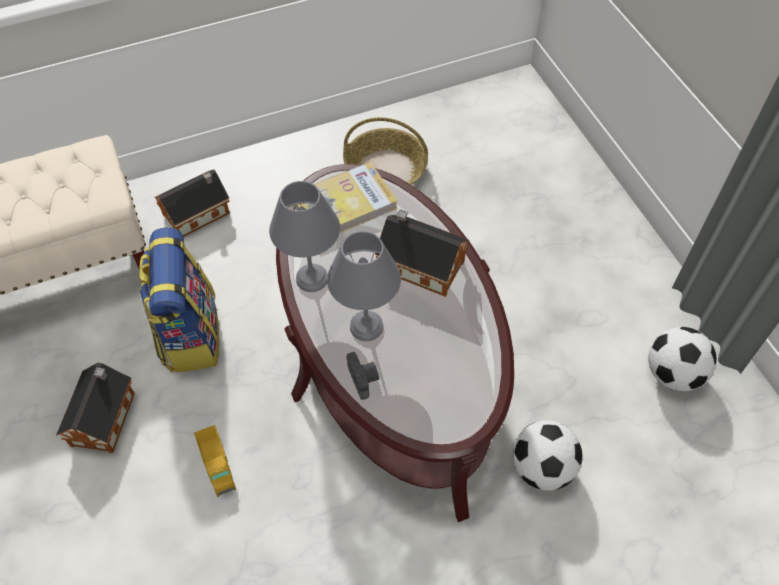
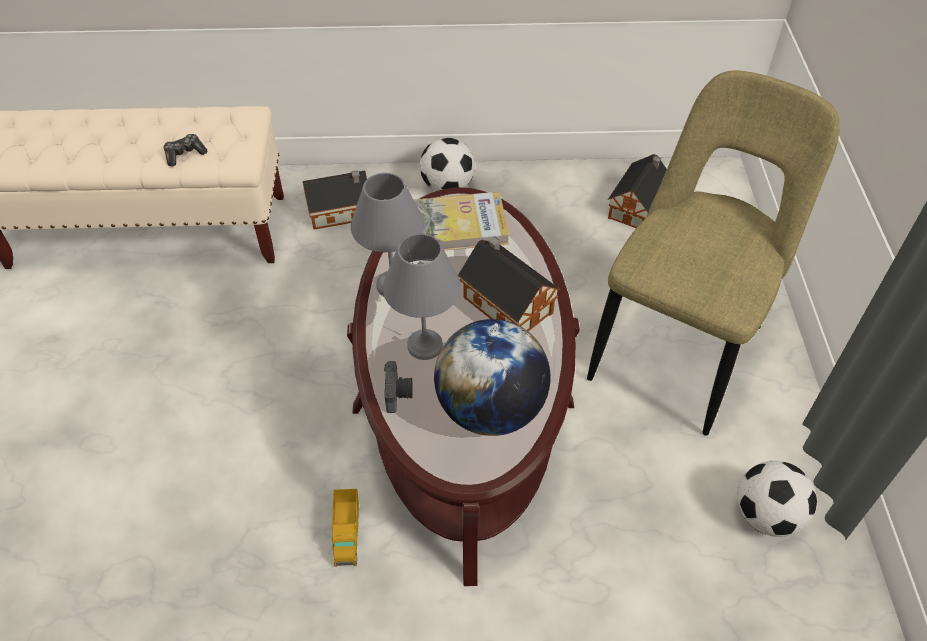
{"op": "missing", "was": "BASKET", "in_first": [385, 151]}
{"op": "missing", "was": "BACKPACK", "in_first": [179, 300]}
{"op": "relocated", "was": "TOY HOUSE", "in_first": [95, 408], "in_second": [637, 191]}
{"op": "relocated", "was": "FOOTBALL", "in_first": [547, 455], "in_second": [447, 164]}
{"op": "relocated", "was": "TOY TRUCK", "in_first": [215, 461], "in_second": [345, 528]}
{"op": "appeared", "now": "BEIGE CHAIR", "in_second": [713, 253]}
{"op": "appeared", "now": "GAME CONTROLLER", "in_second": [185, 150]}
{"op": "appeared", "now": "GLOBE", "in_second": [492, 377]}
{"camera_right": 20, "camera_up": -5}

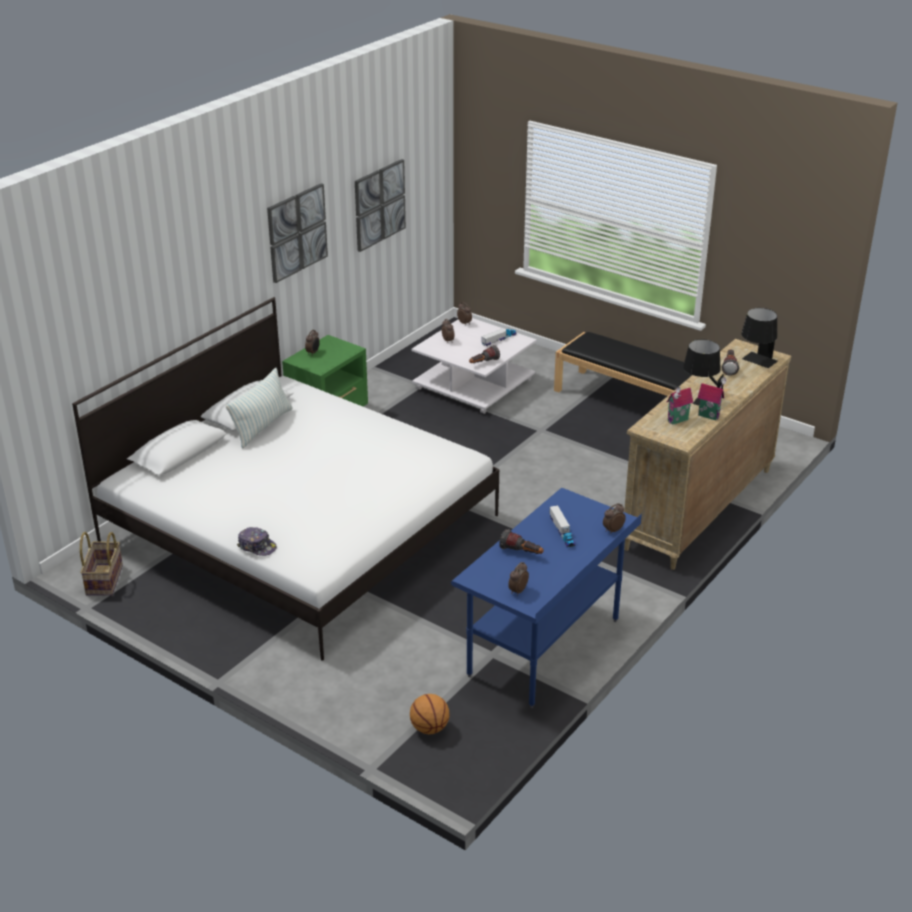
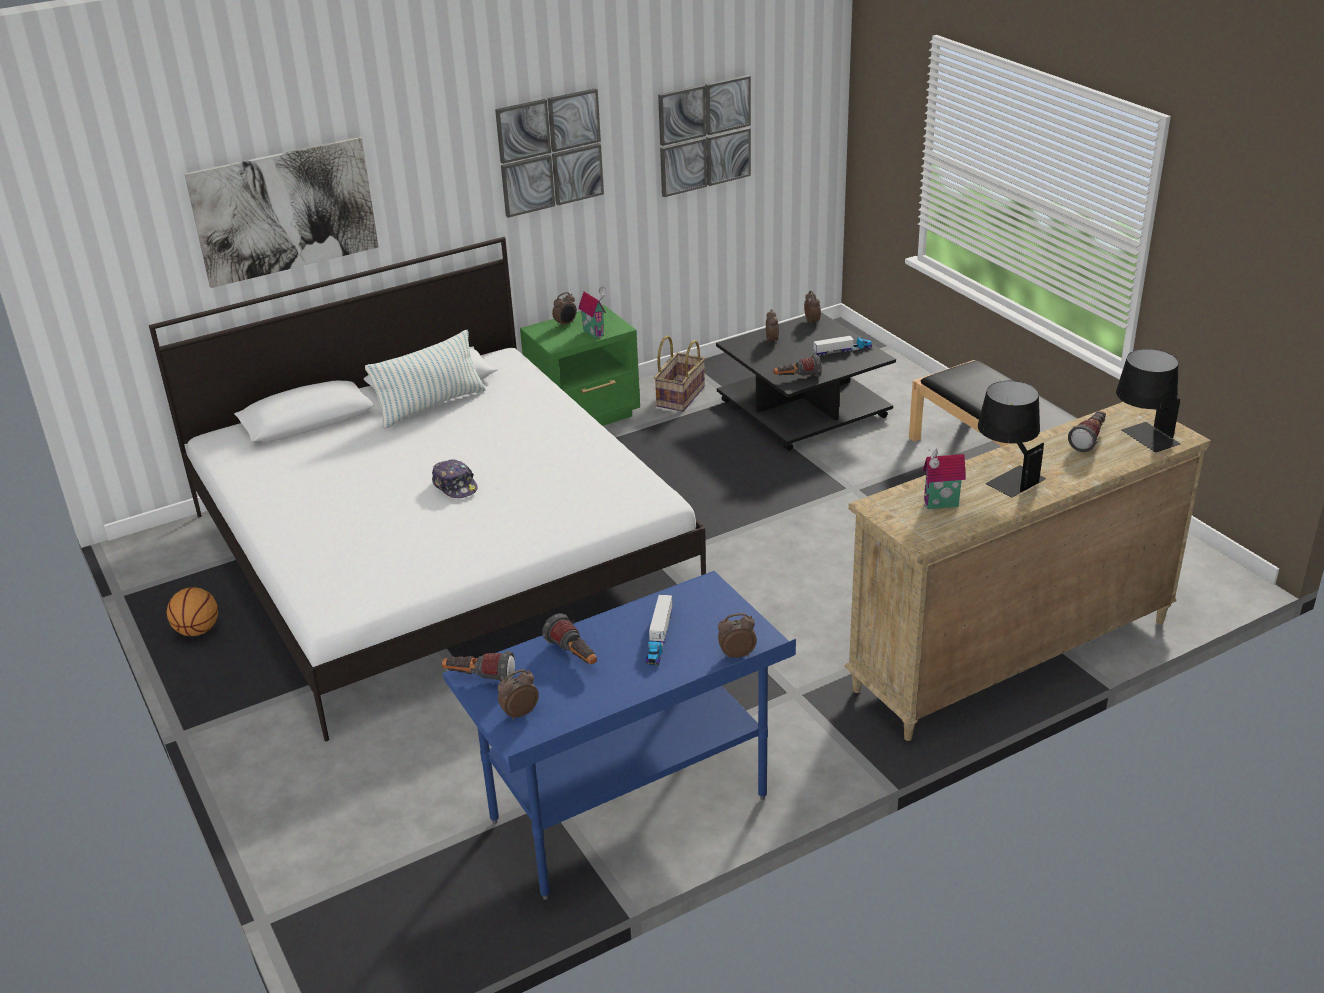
{"op": "colour", "was": "WHITE COFFEE TABLE", "now": "BLACK COFFEE TABLE", "in_first": [474, 366], "in_second": [806, 381]}
{"op": "relocated", "was": "TOY HOUSE", "in_first": [712, 398], "in_second": [592, 312]}
{"op": "relocated", "was": "CAP", "in_first": [257, 541], "in_second": [455, 479]}
{"op": "relocated", "was": "BASKET", "in_first": [101, 564], "in_second": [679, 373]}
{"op": "relocated", "was": "BASKETBALL", "in_first": [430, 714], "in_second": [192, 611]}
{"op": "appeared", "now": "PICTURE", "in_second": [281, 212]}
{"op": "appeared", "now": "FLASHLIGHT", "in_second": [478, 666]}
{"camera_right": 25, "camera_up": 0}

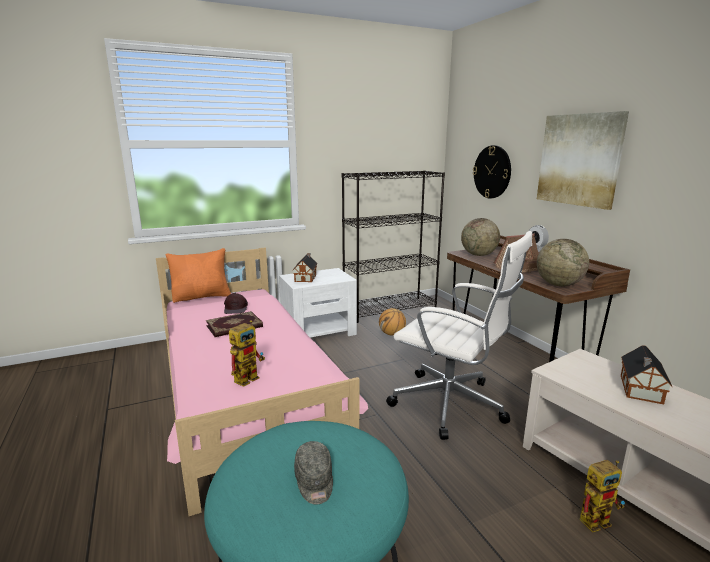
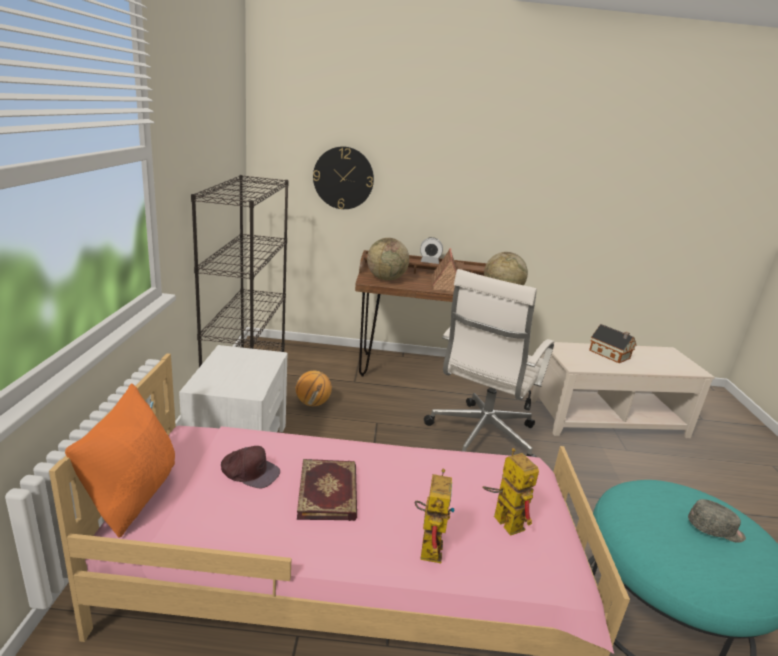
{"op": "missing", "was": "PICTURE", "in_first": [583, 160]}
{"op": "spun", "was": "WHITE OFFICE CHAIR", "in_first": [459, 335], "in_second": [489, 363], "clockwise": 150}
{"op": "missing", "was": "TOY HOUSE", "in_first": [305, 267]}
{"op": "relocated", "was": "TOY ROBOT", "in_first": [602, 496], "in_second": [434, 516]}
{"camera_right": -65, "camera_up": 5}

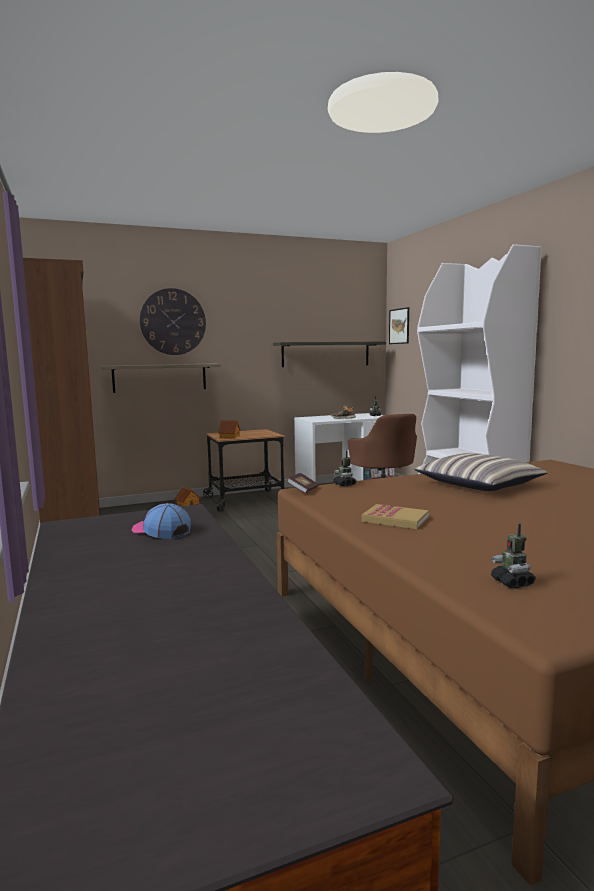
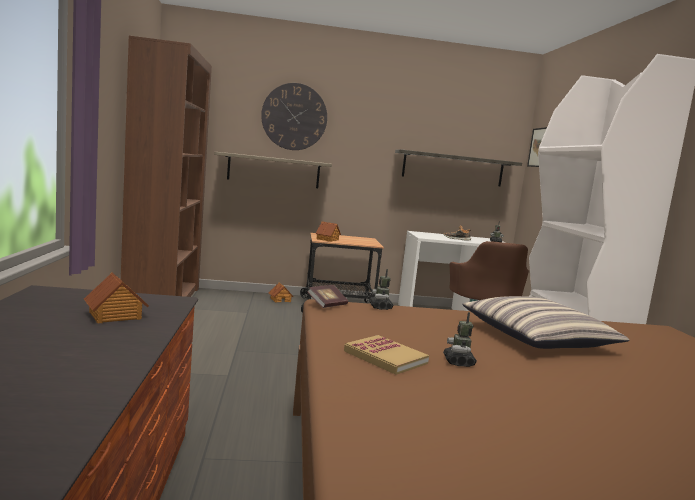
{"op": "exchanged", "was": "CAP", "now": "TOY HOUSE", "in_first": [161, 521], "in_second": [116, 298]}
{"op": "relocated", "was": "TOY ROBOT", "in_first": [513, 555], "in_second": [460, 339]}
{"camera_right": 15, "camera_up": 0}

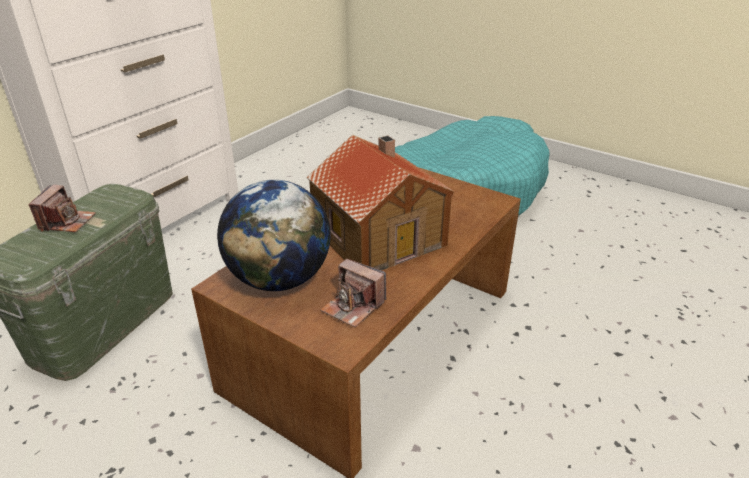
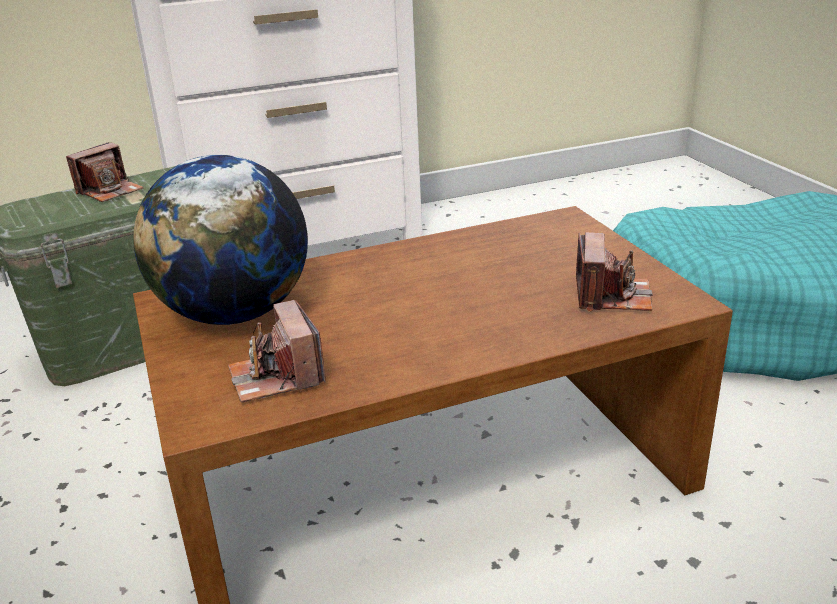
{"op": "missing", "was": "TOY HOUSE", "in_first": [380, 202]}
{"op": "appeared", "now": "PHOTO CAMERA", "in_second": [614, 271]}
{"camera_right": 35, "camera_up": -5}

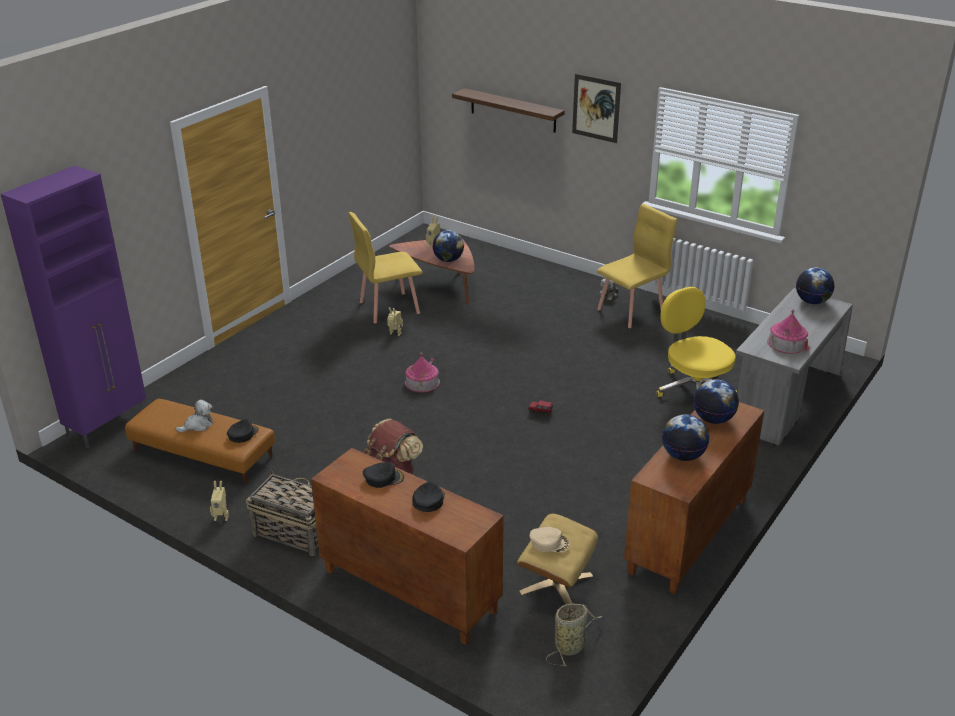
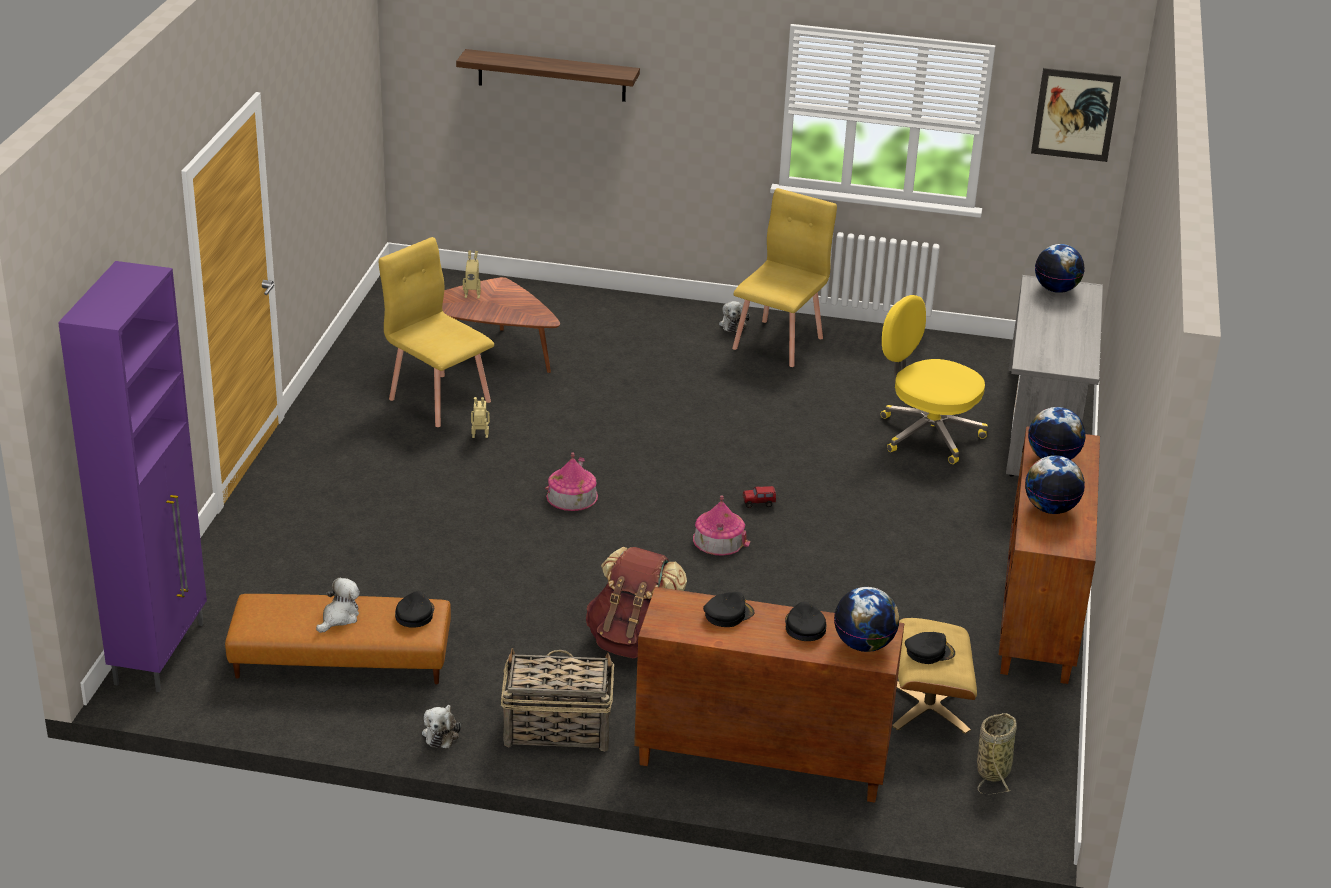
{"op": "relocated", "was": "PICTURE", "in_first": [596, 108], "in_second": [1076, 115]}
{"op": "spun", "was": "YELLOW CHAIR", "in_first": [385, 267], "in_second": [436, 332], "clockwise": 90}
{"op": "relocated", "was": "GLOBE", "in_first": [448, 246], "in_second": [866, 619]}
{"op": "relocated", "was": "TOY HOUSE", "in_first": [788, 331], "in_second": [721, 525]}
{"op": "exchanged", "was": "TOY ROBOT", "now": "PLUSH TOY", "in_first": [219, 501], "in_second": [441, 726]}
{"op": "colour", "was": "BEIGE CAP", "now": "BLACK CAP", "in_first": [550, 539], "in_second": [930, 648]}
{"camera_right": -25, "camera_up": 0}

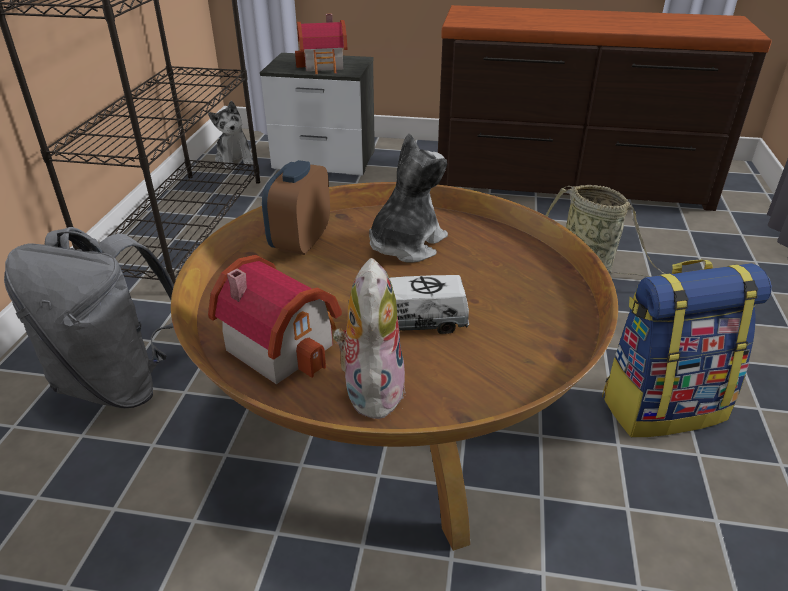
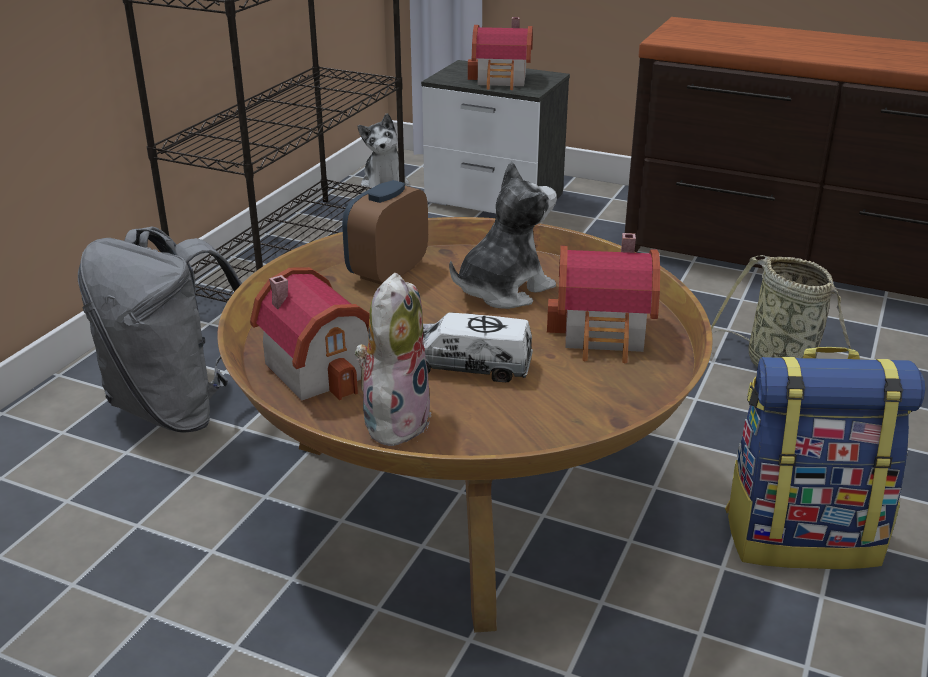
{"op": "appeared", "now": "TOY HOUSE", "in_second": [603, 298]}
{"camera_right": 15, "camera_up": -5}

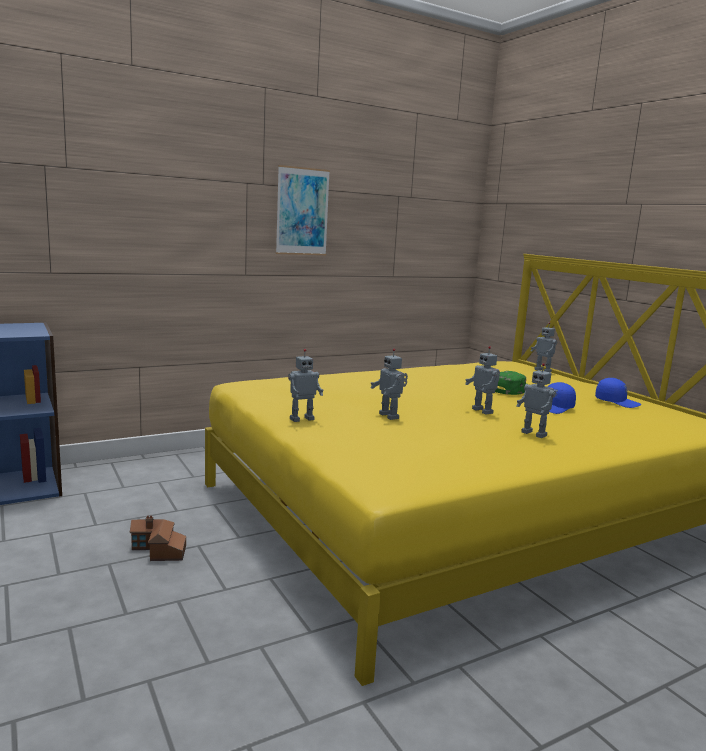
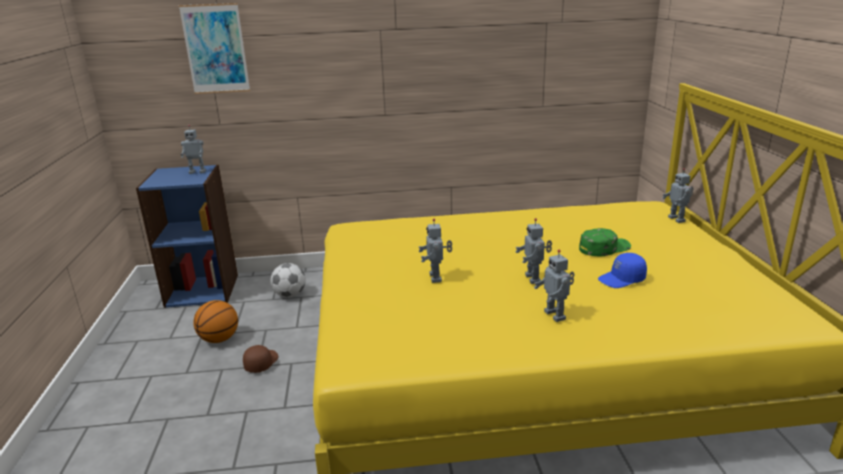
{"op": "relocated", "was": "PICTURE", "in_first": [303, 210], "in_second": [214, 48]}
{"op": "relocated", "was": "TOY ROBOT", "in_first": [305, 385], "in_second": [193, 149]}
{"op": "missing", "was": "BLUE CAP", "in_first": [618, 393]}
{"op": "exchanged", "was": "TOY HOUSE", "now": "BROWN CAP", "in_first": [158, 538], "in_second": [260, 359]}
{"op": "appeared", "now": "FOOTBALL", "in_second": [288, 280]}
{"op": "appeared", "now": "BASKETBALL", "in_second": [215, 321]}
{"camera_right": 25, "camera_up": 10}

